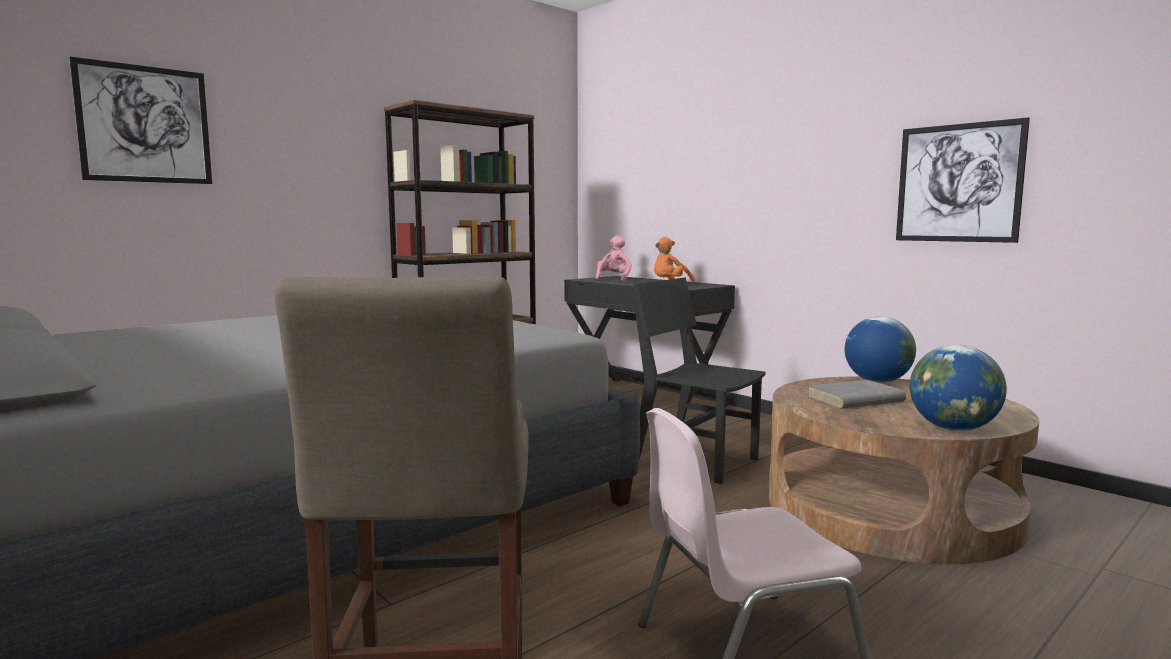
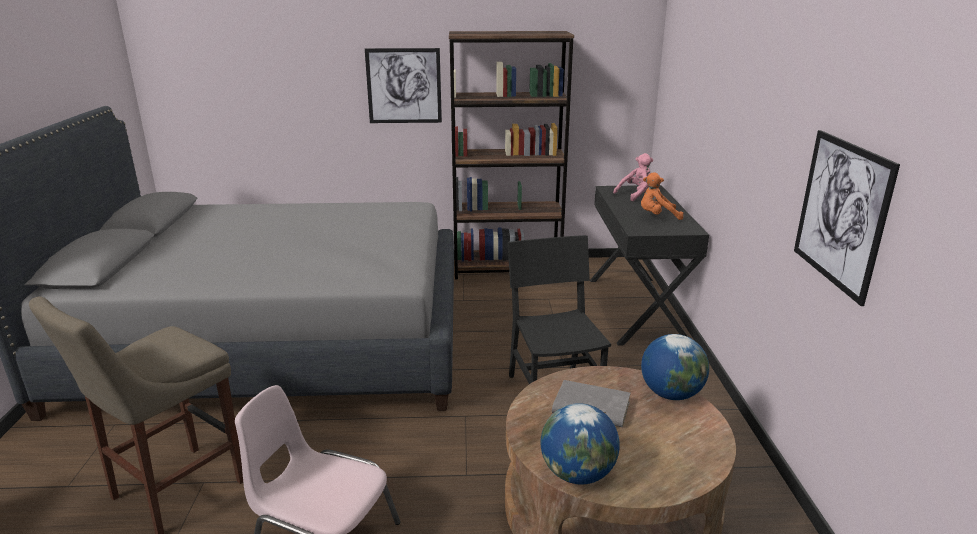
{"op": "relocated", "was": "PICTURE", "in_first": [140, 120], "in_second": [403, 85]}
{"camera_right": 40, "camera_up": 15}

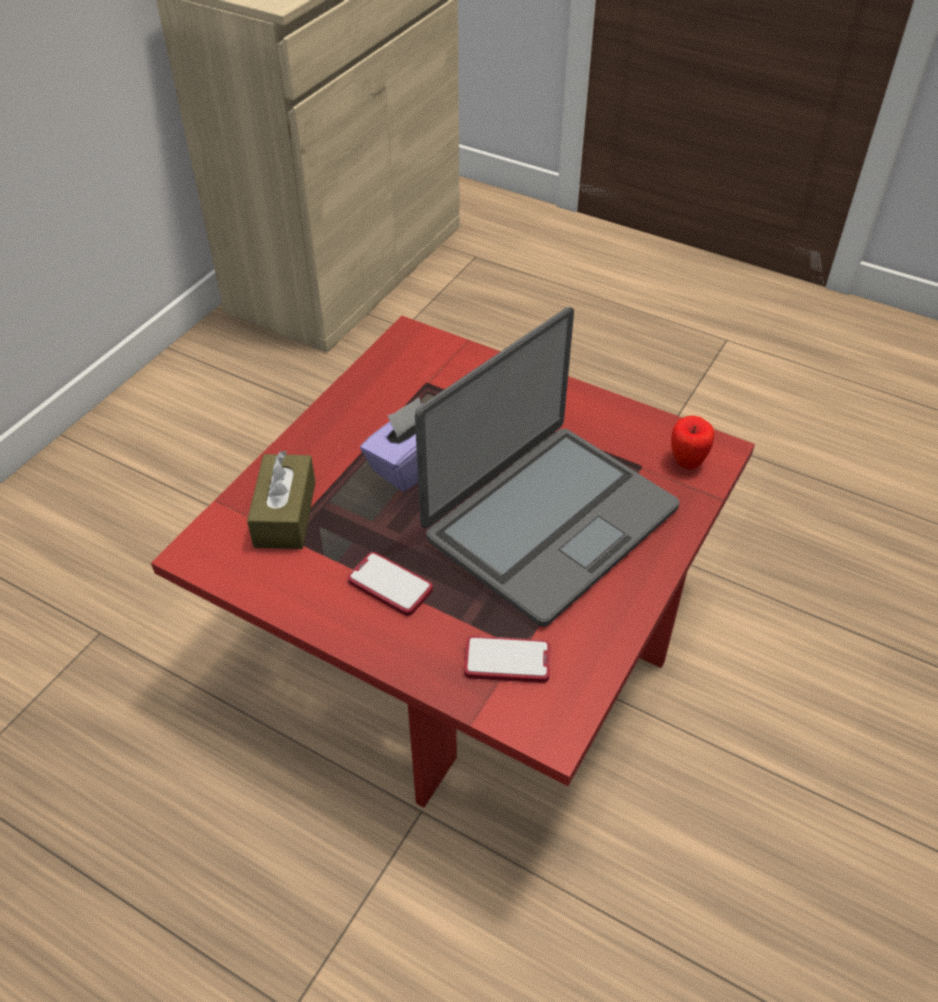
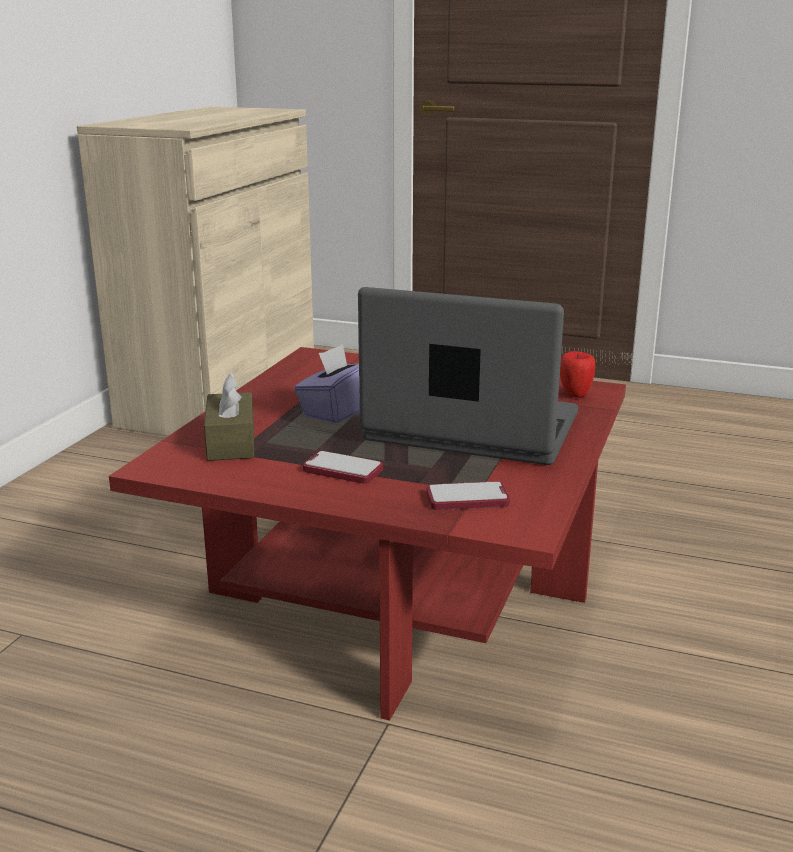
{"op": "spun", "was": "LAPTOP", "in_first": [547, 467], "in_second": [468, 376], "clockwise": -105}
{"camera_right": -10, "camera_up": -25}

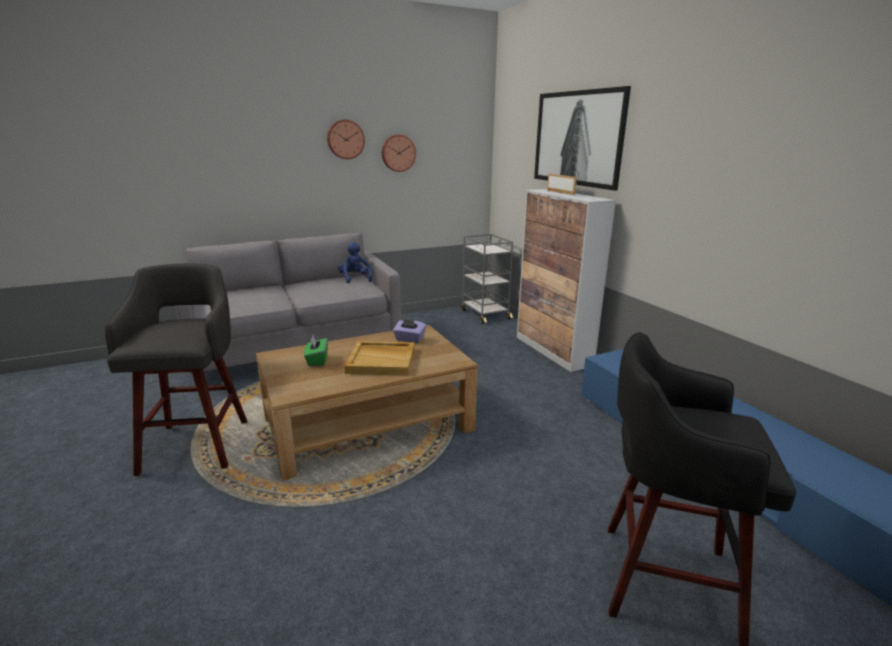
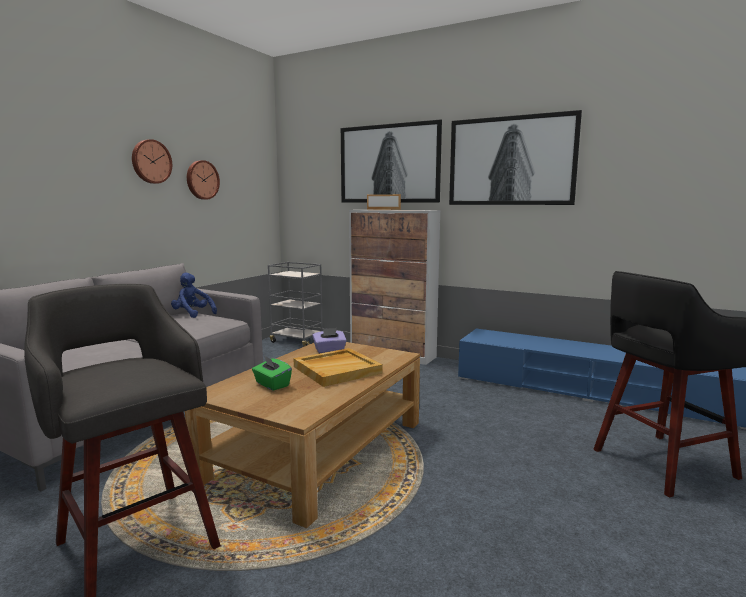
{"op": "appeared", "now": "PICTURE", "in_second": [515, 157]}
{"camera_right": -35, "camera_up": -10}

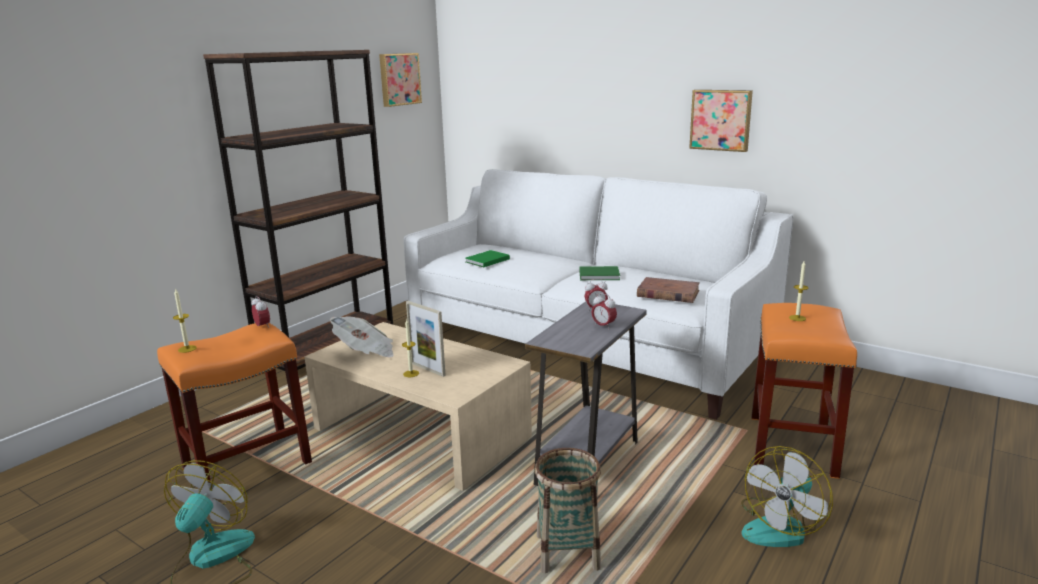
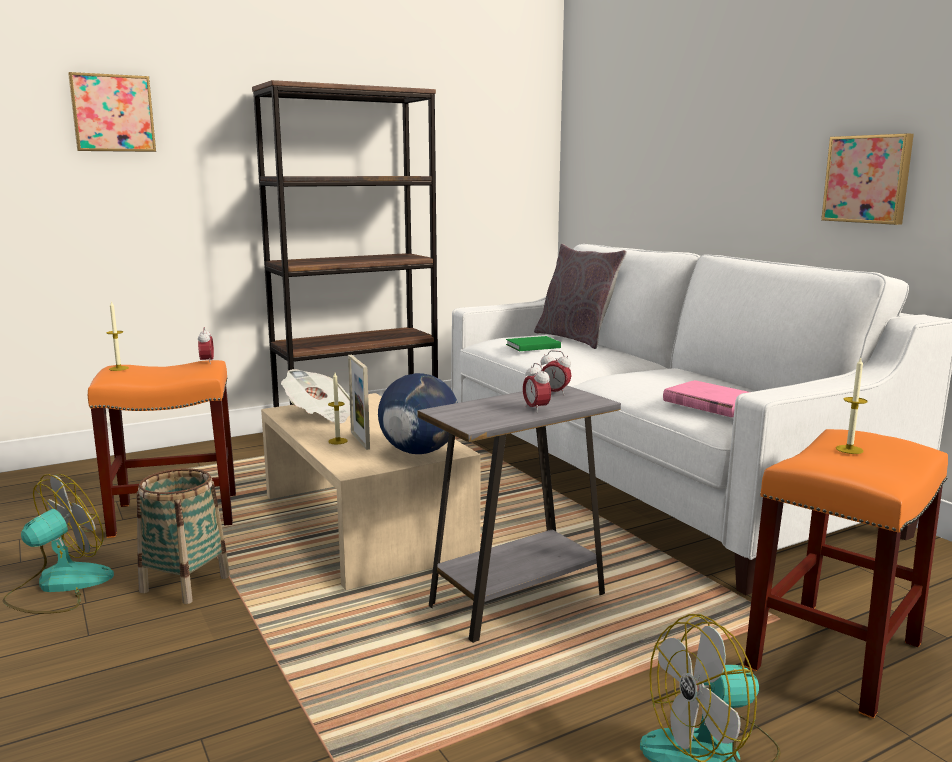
{"op": "relocated", "was": "PICTURE", "in_first": [400, 80], "in_second": [112, 112]}
{"op": "missing", "was": "GREEN BOOK", "in_first": [599, 273]}
{"op": "colour", "was": "BROWN BOOK", "now": "PINK BOOK", "in_first": [668, 290], "in_second": [705, 398]}
{"op": "relocated", "was": "BASKET", "in_first": [568, 510], "in_second": [183, 536]}
{"op": "appeared", "now": "GREY PILLOW", "in_second": [580, 296]}
{"op": "appeared", "now": "GLOBE", "in_second": [418, 413]}
{"camera_right": 25, "camera_up": -5}

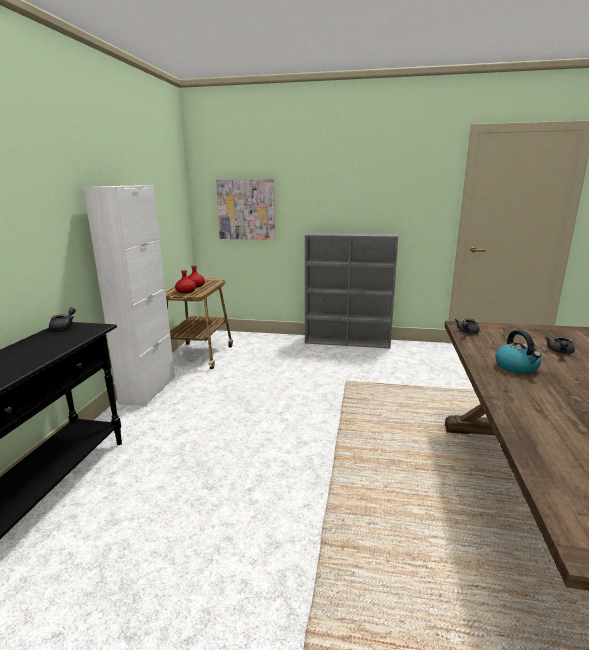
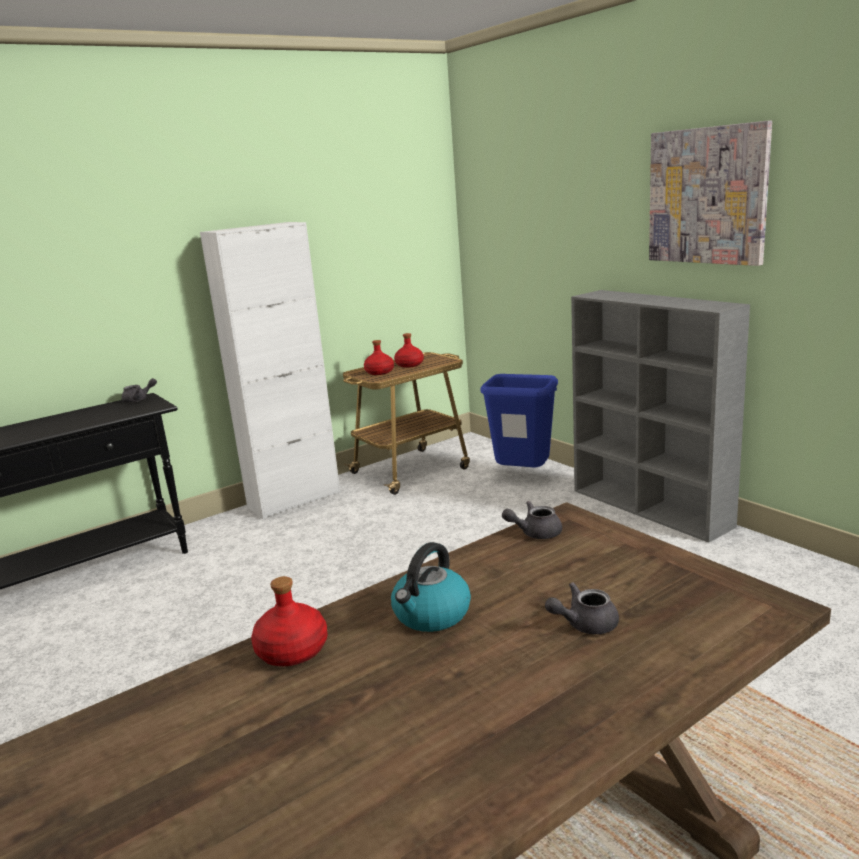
{"op": "relocated", "was": "PICTURE", "in_first": [245, 209], "in_second": [710, 193]}
{"op": "appeared", "now": "BLUE TRASH CAN", "in_second": [519, 420]}
{"op": "appeared", "now": "RED BOTTLE", "in_second": [289, 621]}
{"camera_right": 45, "camera_up": 0}

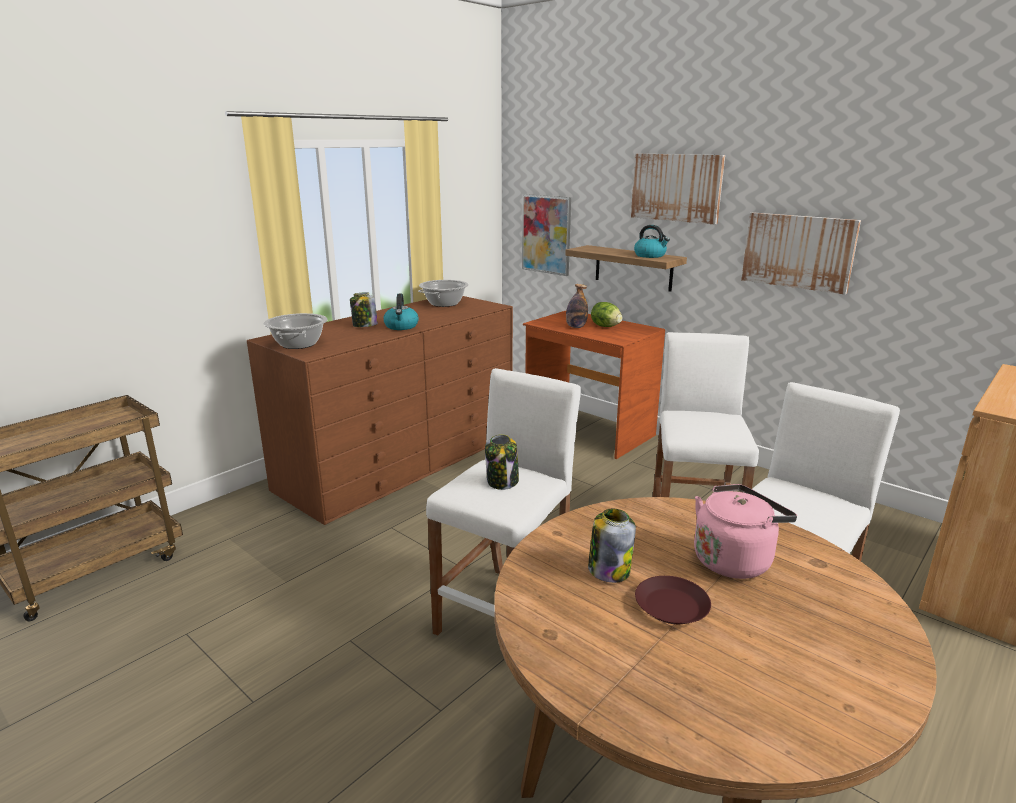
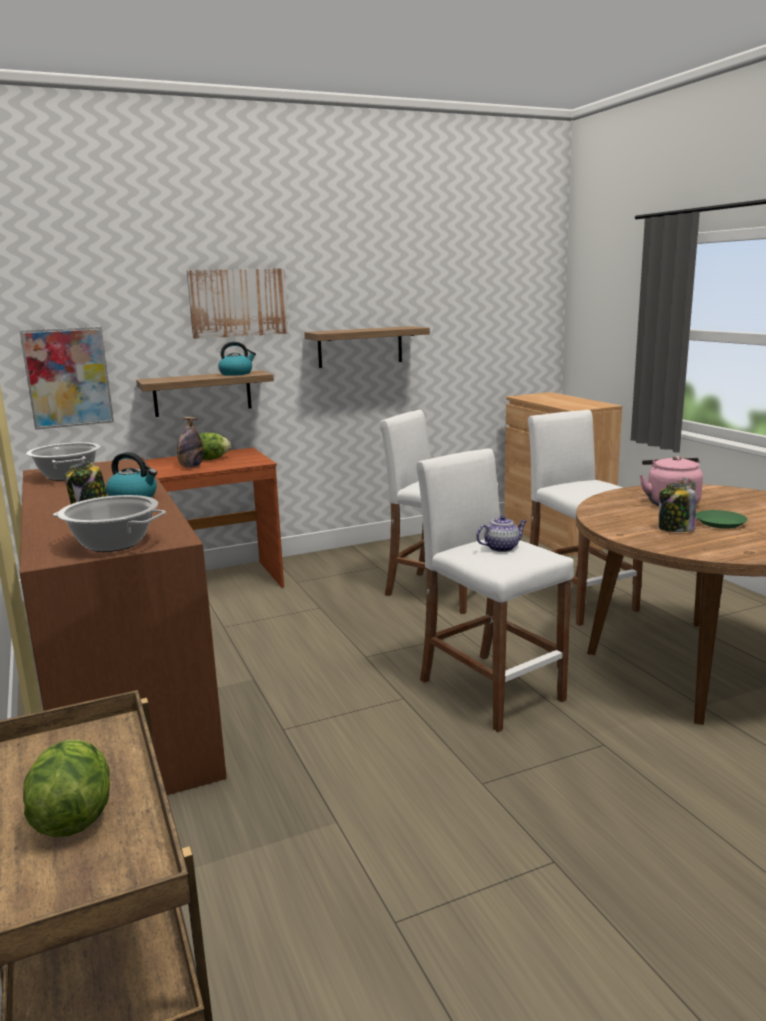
{"op": "exchanged", "was": "PICTURE", "now": "SHELF", "in_first": [801, 253], "in_second": [367, 347]}
{"op": "exchanged", "was": "JAR", "now": "TEAPOT", "in_first": [502, 462], "in_second": [501, 533]}
{"op": "colour", "was": "BROWN PLATE", "now": "GREEN PLATE", "in_first": [673, 600], "in_second": [722, 519]}
{"op": "appeared", "now": "LETTUCE", "in_second": [66, 788]}
{"camera_right": -65, "camera_up": -5}

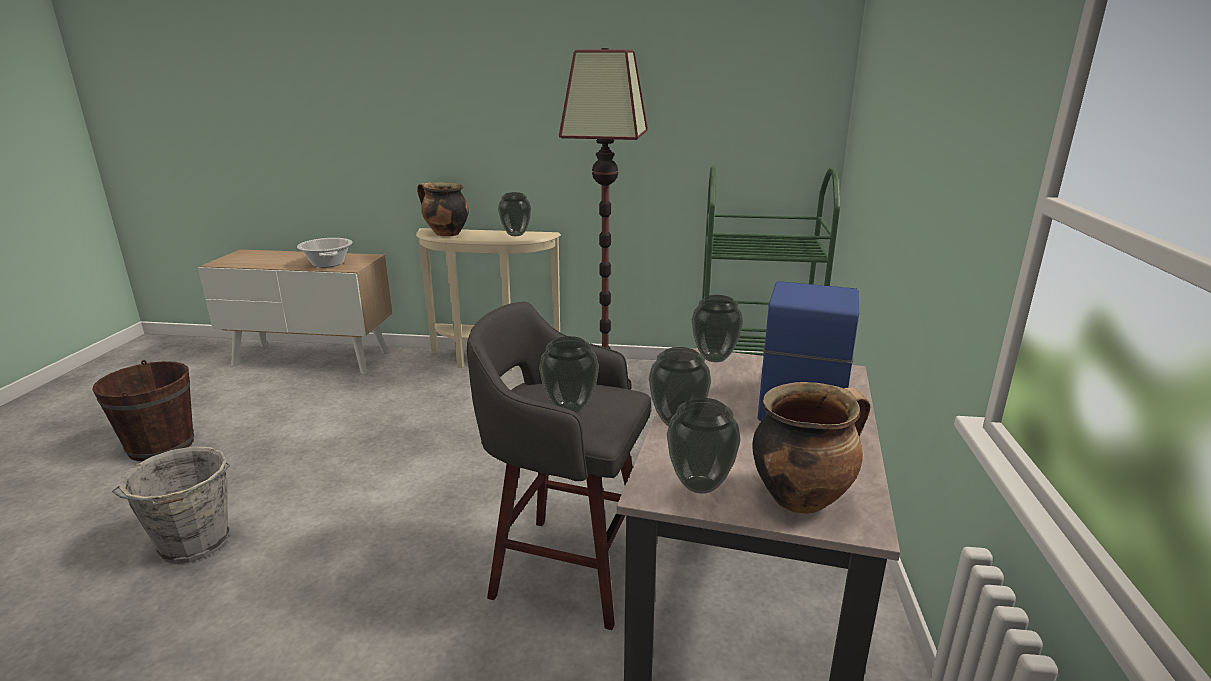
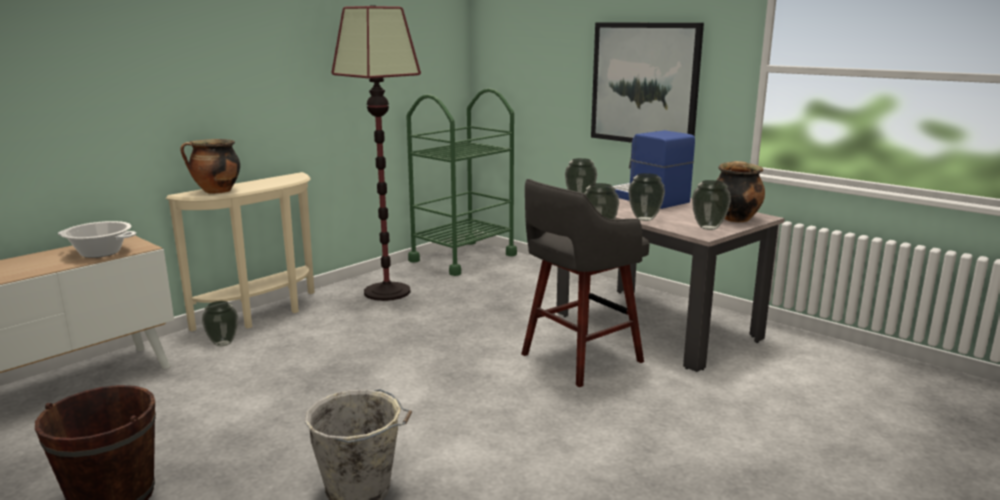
{"op": "relocated", "was": "VASE", "in_first": [514, 214], "in_second": [220, 323]}
{"op": "appeared", "now": "PICTURE", "in_second": [647, 83]}
{"camera_right": -55, "camera_up": -5}

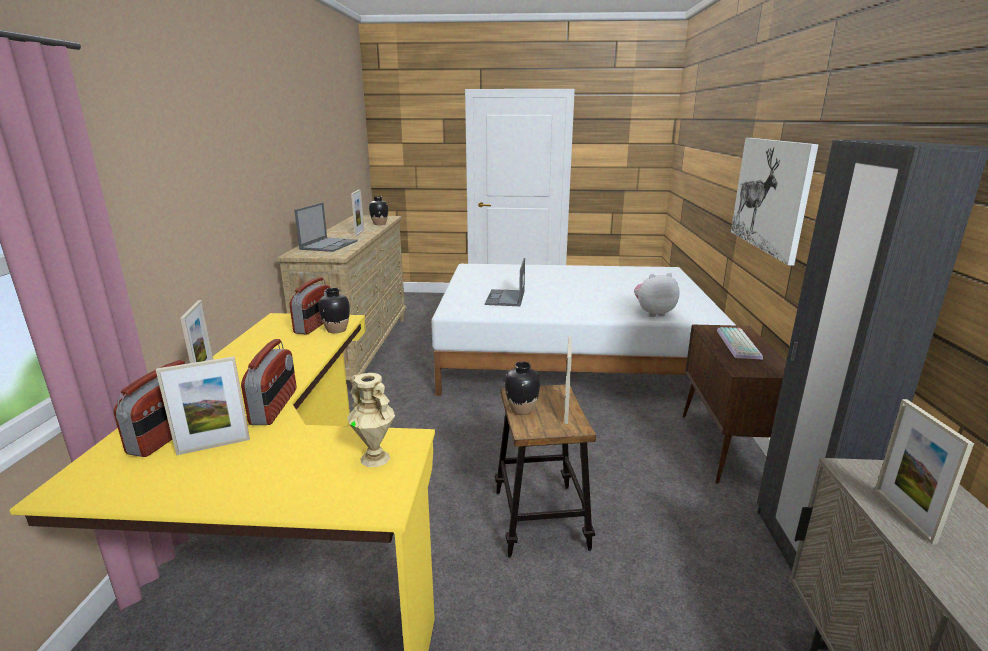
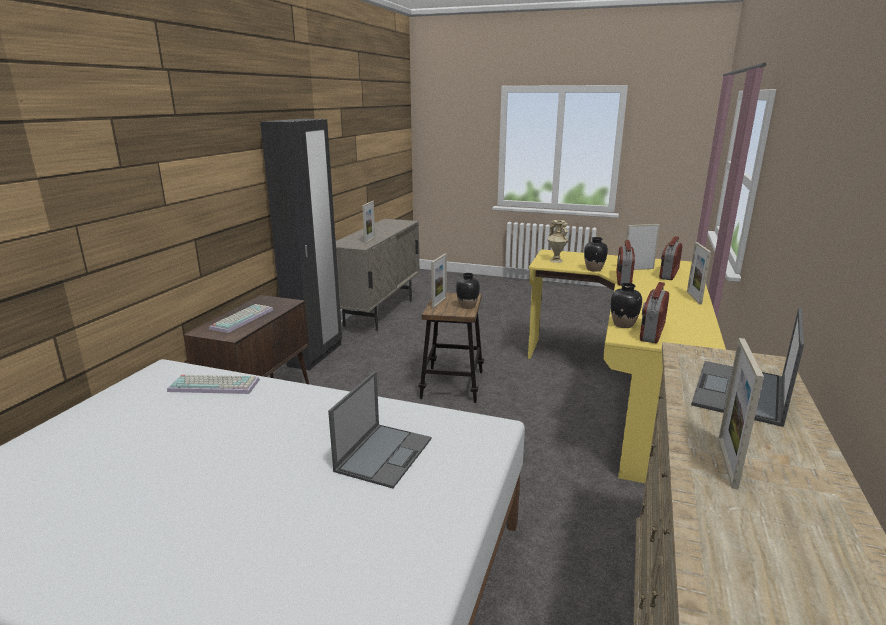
{"op": "missing", "was": "PICTURE", "in_first": [774, 201]}
{"op": "relocated", "was": "BLACK VASE", "in_first": [378, 210], "in_second": [596, 254]}
{"op": "exchanged", "was": "PLUSH TOY", "now": "KEYBOARD", "in_first": [657, 295], "in_second": [213, 384]}
{"camera_right": -165, "camera_up": 0}

